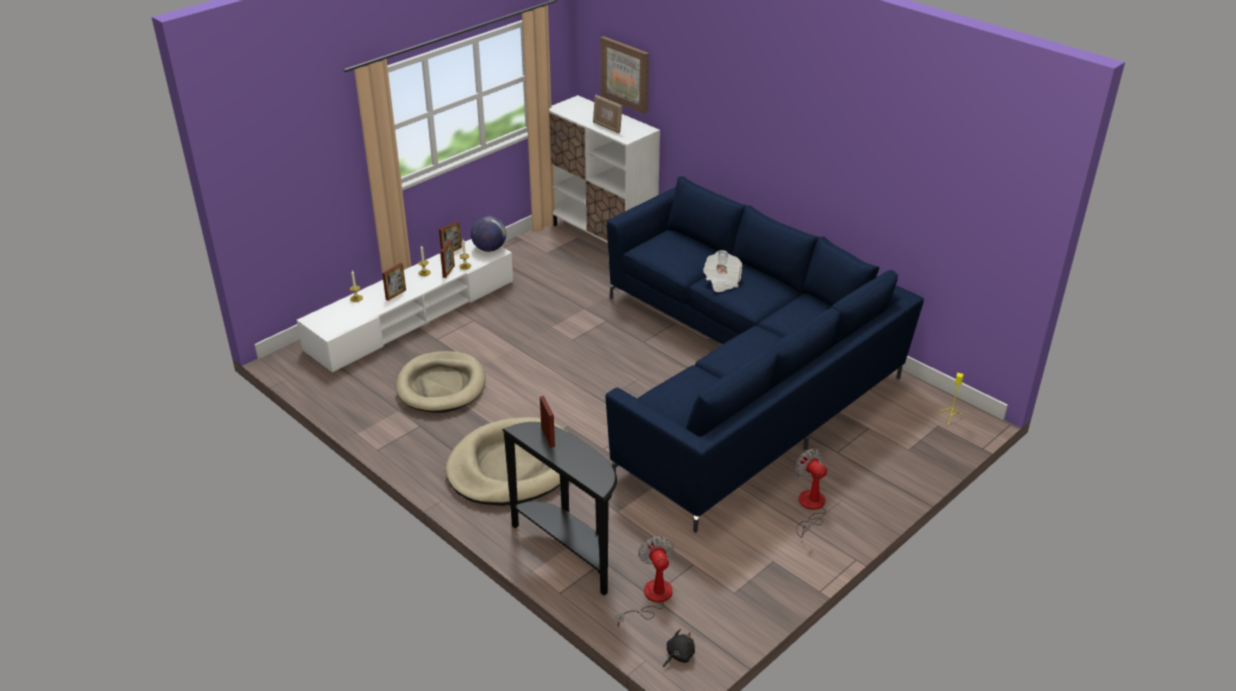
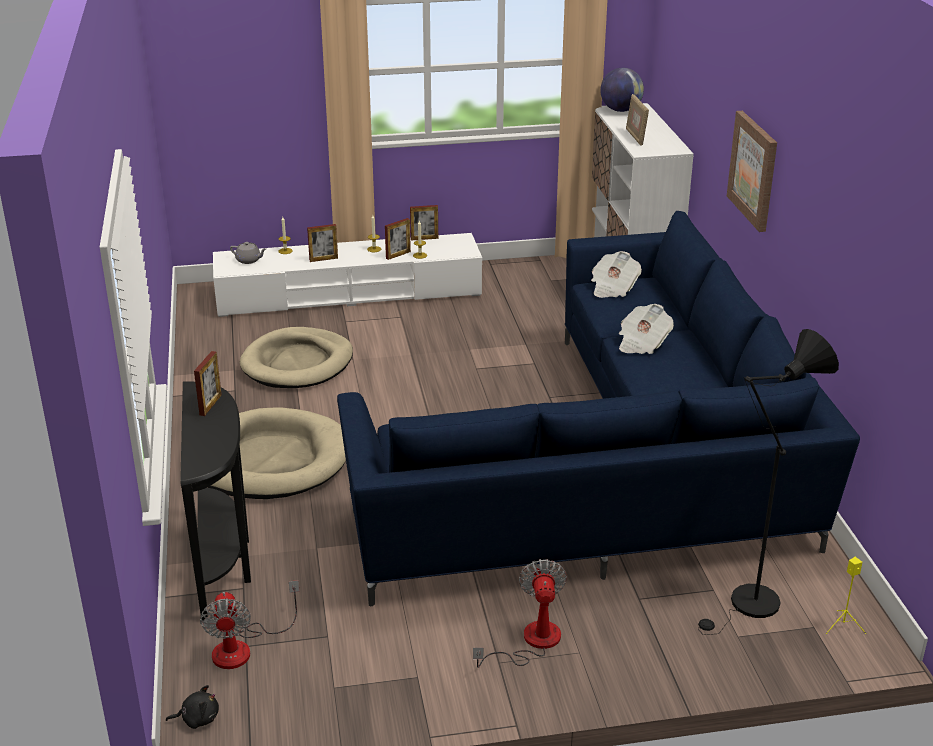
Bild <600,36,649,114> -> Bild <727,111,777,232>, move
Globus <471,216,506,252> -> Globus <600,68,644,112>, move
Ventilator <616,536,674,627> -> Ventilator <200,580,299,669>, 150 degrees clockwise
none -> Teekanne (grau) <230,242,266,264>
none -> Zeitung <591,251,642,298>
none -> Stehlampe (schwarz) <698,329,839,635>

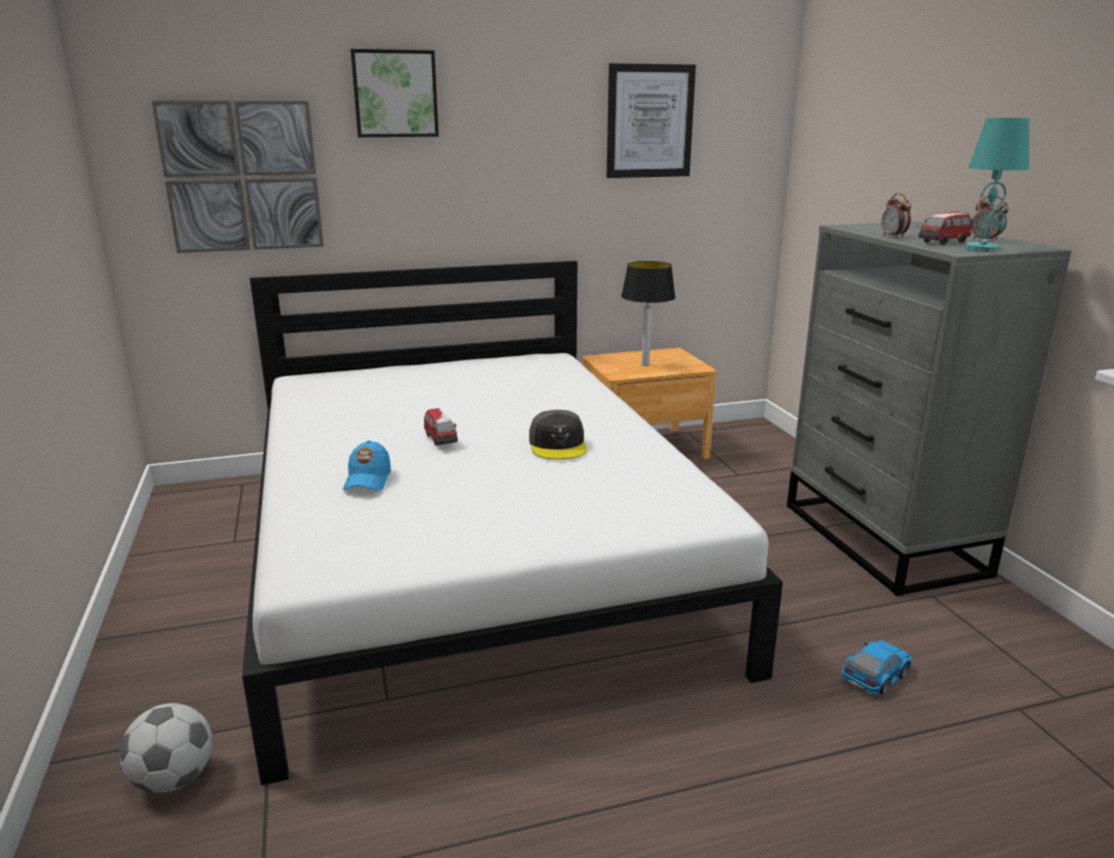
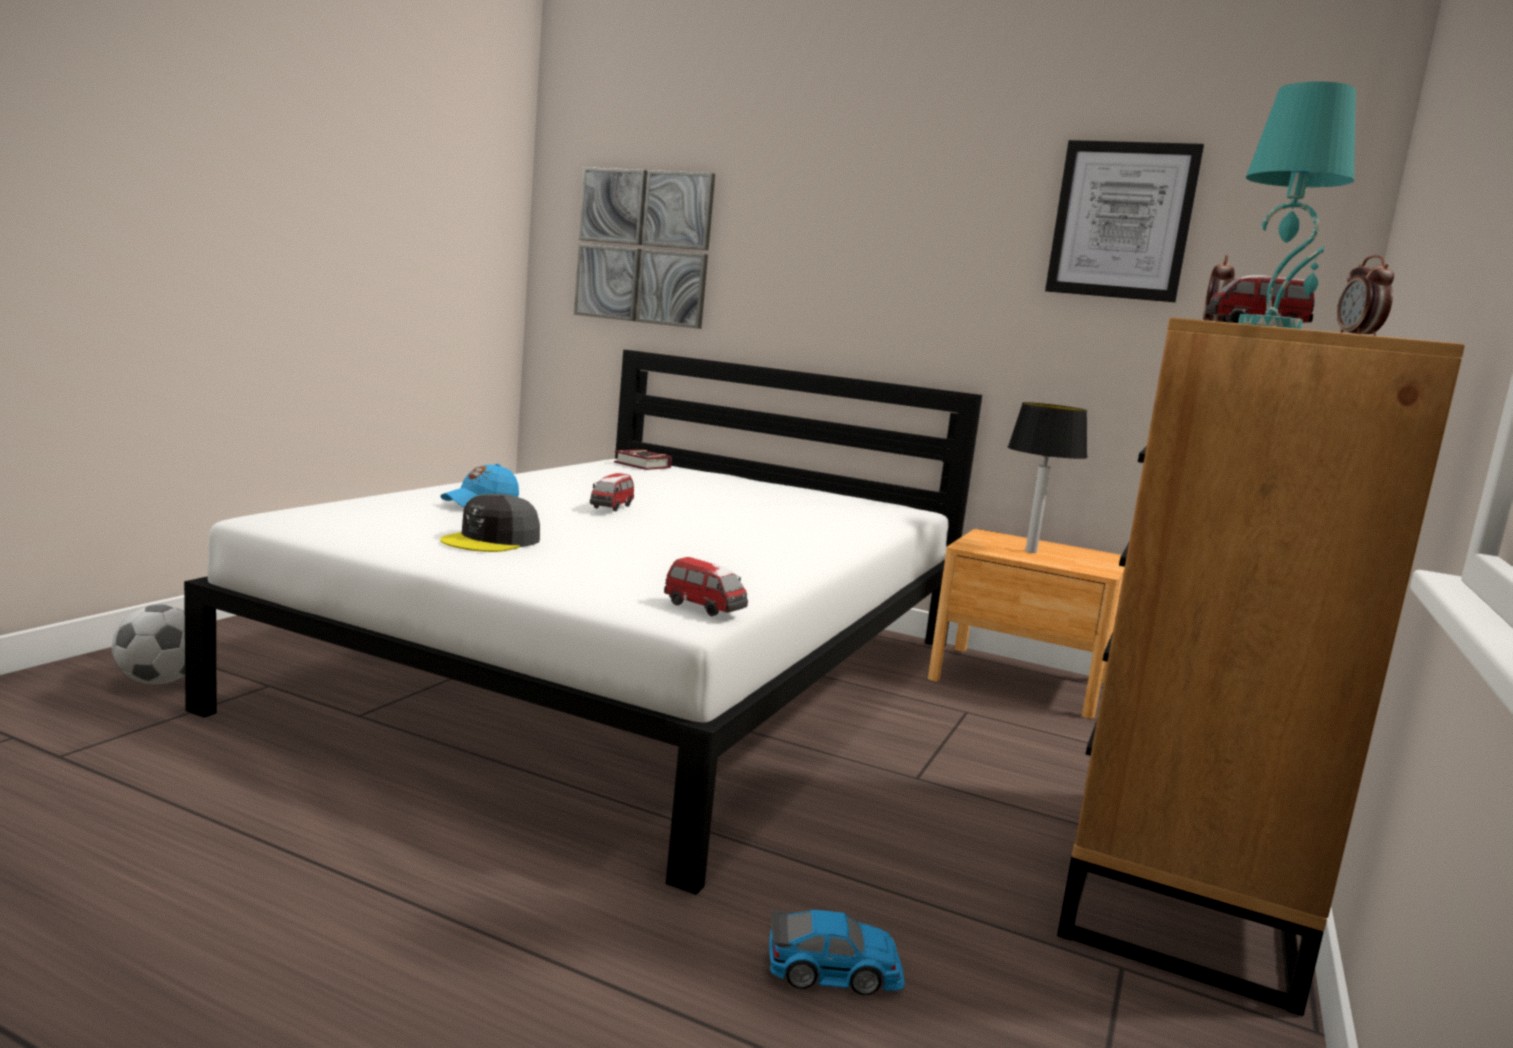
Bild <351,49,439,137> -> none
Kommode (grau) <787,221,1071,596> -> Kommode (braun) <1057,317,1465,1016>
Kappe (grau) <529,410,587,460> -> Kappe (grau) <440,494,540,552>, move
none -> Buch <614,449,672,470>
none -> Spielzeugauto <664,557,748,616>

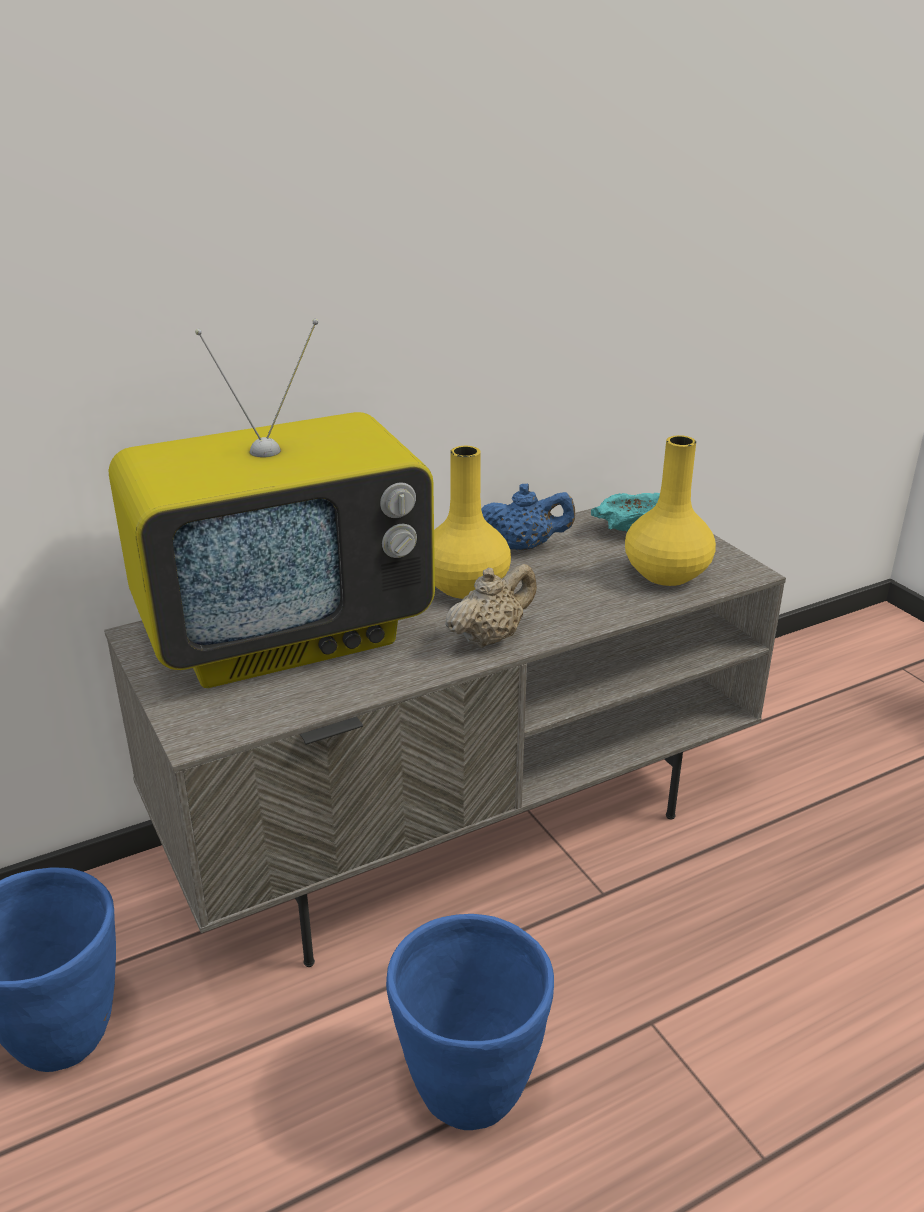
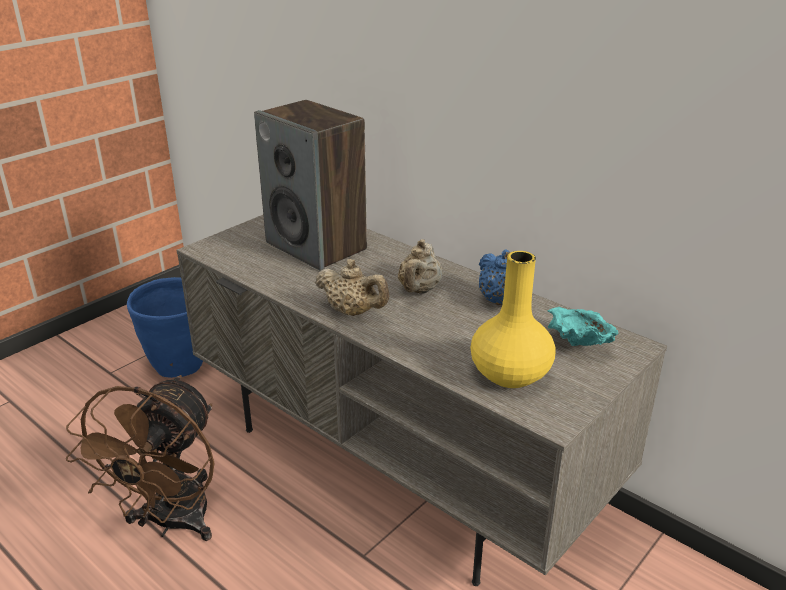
Fernseher <109,319,435,688> -> Lautsprecher <254,100,367,270>
Vase (gelb) <434,446,511,599> -> Teekanne (beige) <398,239,442,294>
Pflanzkübel (blau) <386,914,554,1130> -> Ventilator (braun) <66,375,215,541>

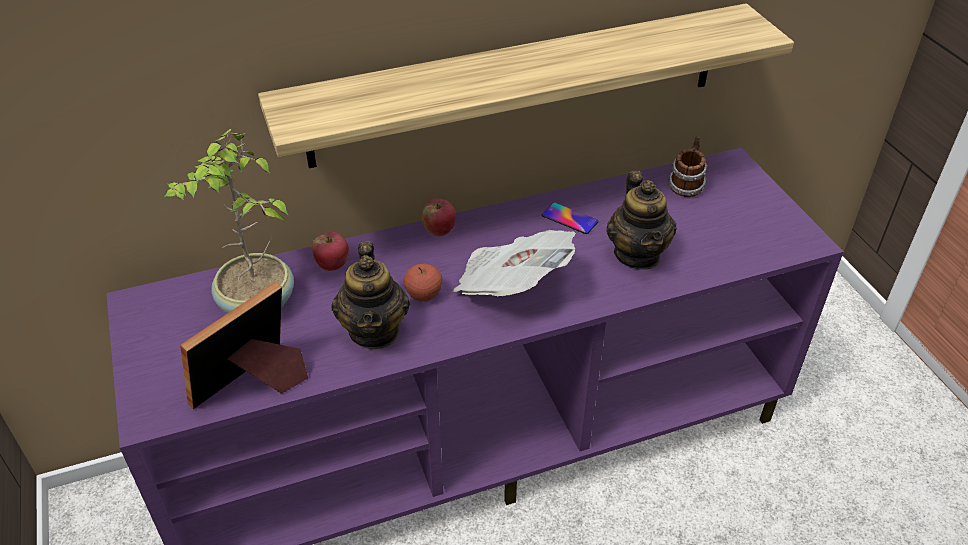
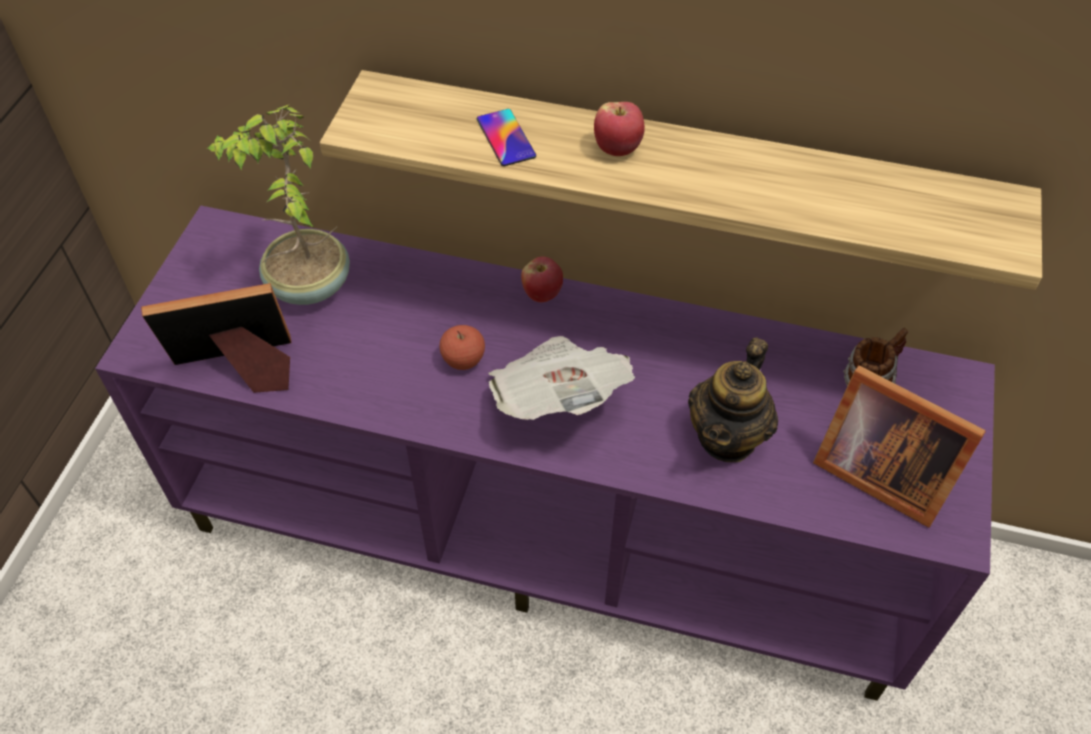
Handy <542,202,599,234> -> Handy <477,109,536,166>, move
Apfel <312,232,349,271> -> Apfel <594,102,645,156>, move
Teekanne <331,241,410,349> -> none
none -> Bilderrahmen <813,365,986,528>

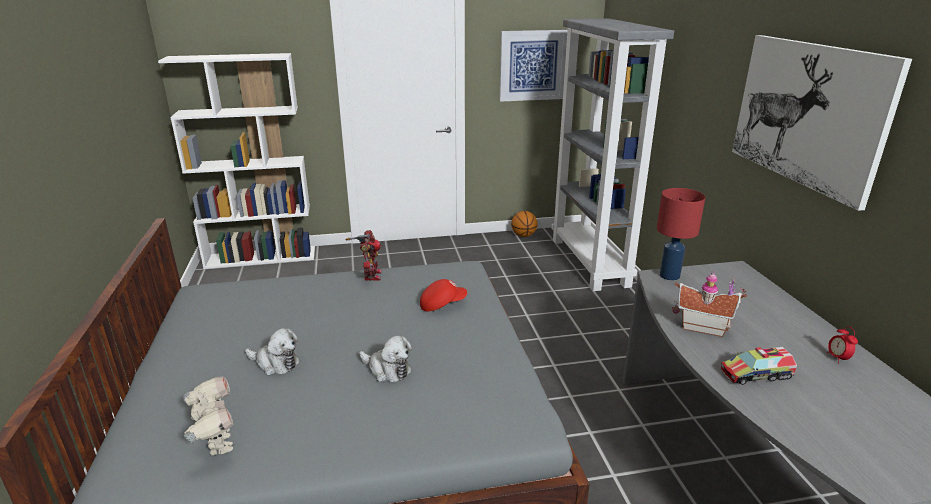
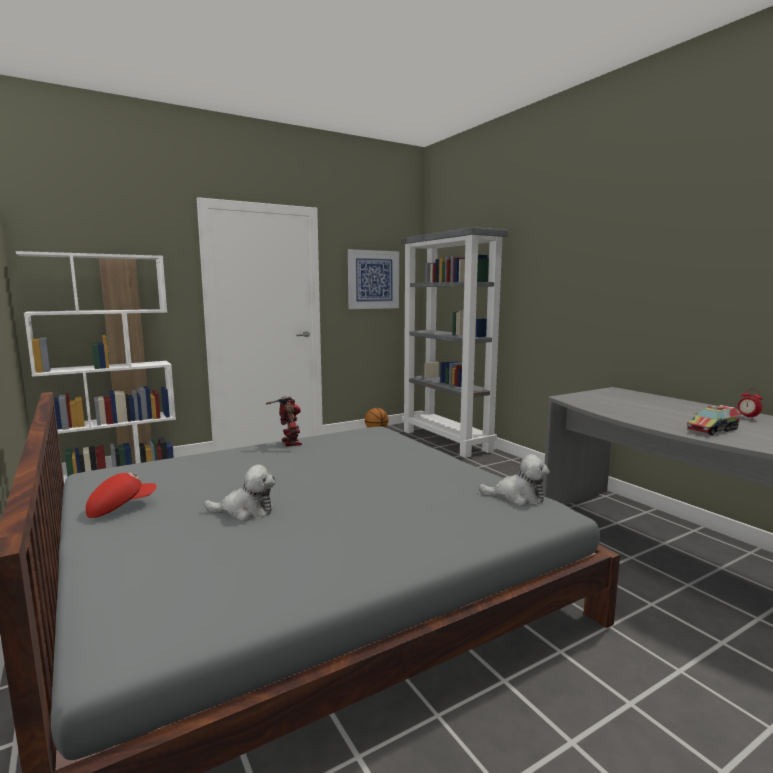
Bild <732,35,912,211> -> none
Tischlampe (rot) <657,188,705,281> -> none
Spielzeughaus <672,271,747,337> -> none
Kappe (rot) <420,279,467,311> -> Kappe (rot) <86,472,157,518>, move
Plüschtier <359,335,412,382> -> Plüschtier <479,454,550,506>, move
Spielzeugroboter <183,376,233,455> -> none

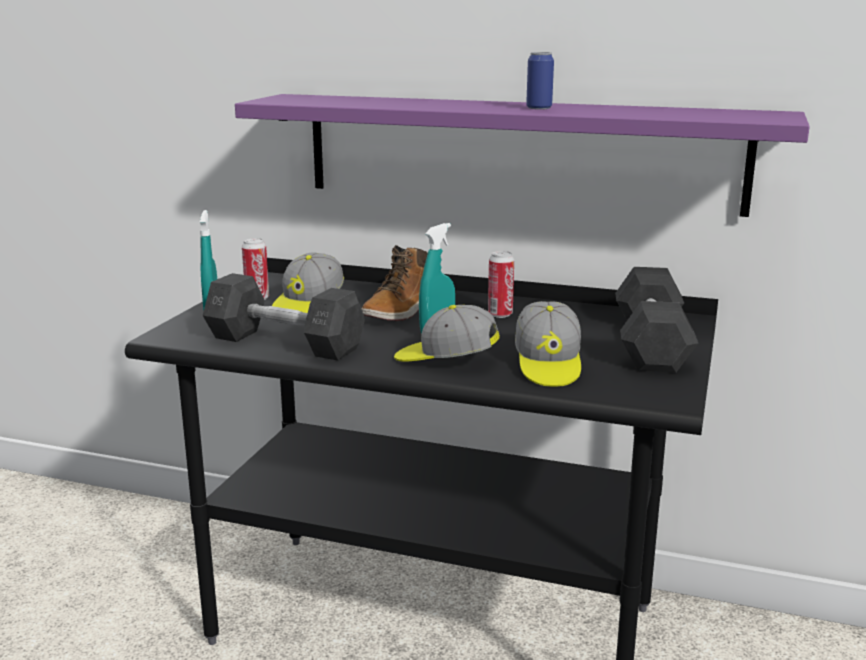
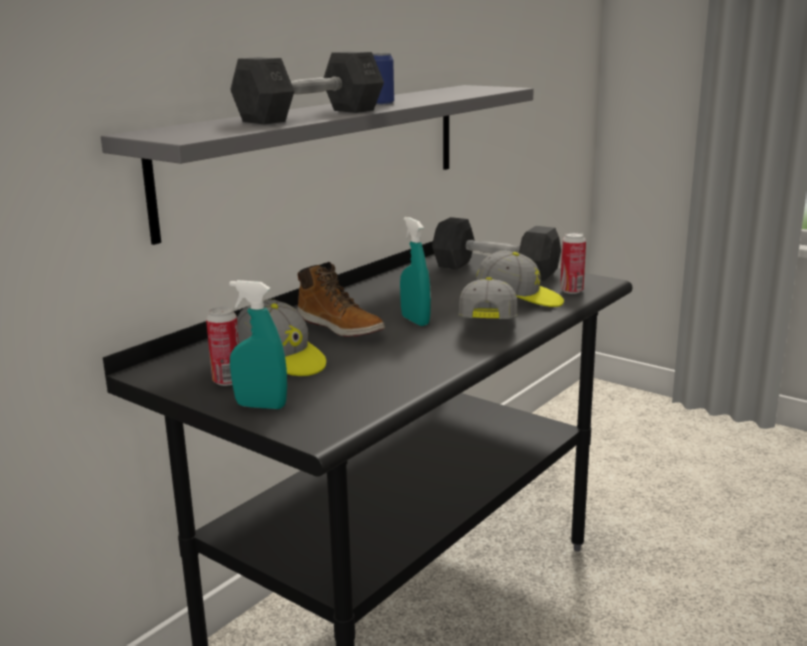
Wandregal (lila) <235,94,810,217> -> Wandregal (grau) <101,85,534,245>
Dose <488,251,514,318> -> Dose <560,232,586,294>, move
Hantel (grau) <203,273,365,361> -> Hantel (grau) <230,51,384,124>, move
Kappe <394,305,500,362> -> Kappe <458,277,517,319>, 150 degrees clockwise

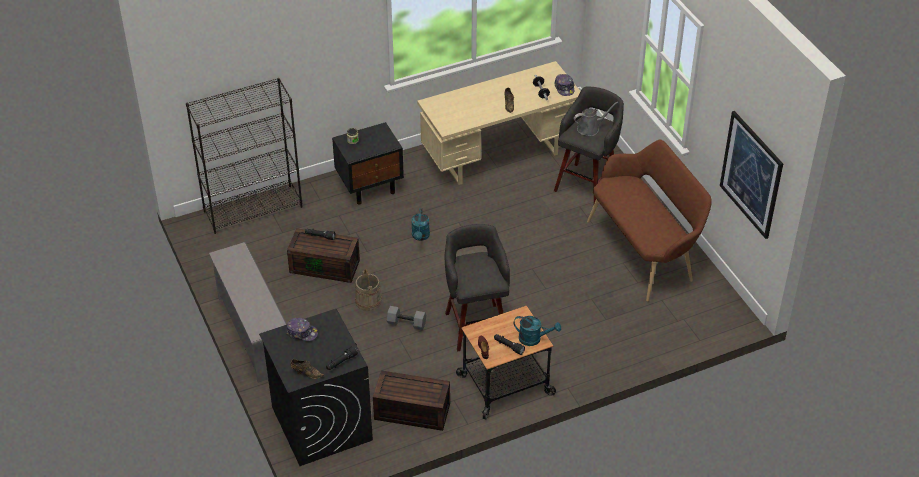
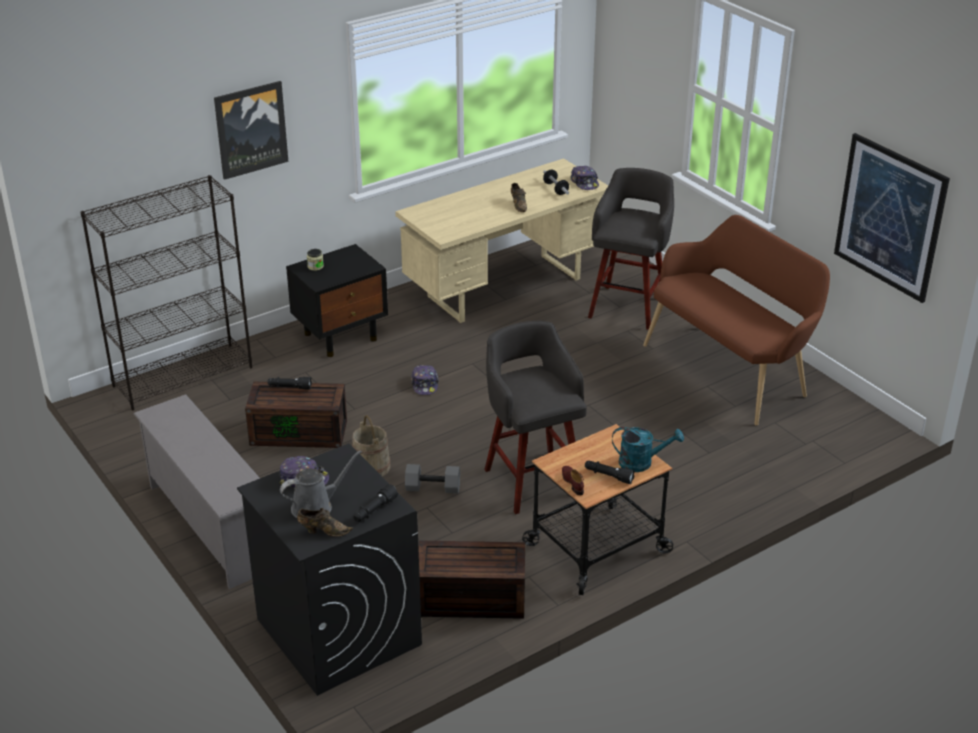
Gießkanne (grau) <574,102,618,136> -> Gießkanne (grau) <280,450,362,518>, move
Gießkanne (türkis) <411,208,430,241> -> Kappe <411,365,439,395>
none -> Bild <214,81,288,180>

